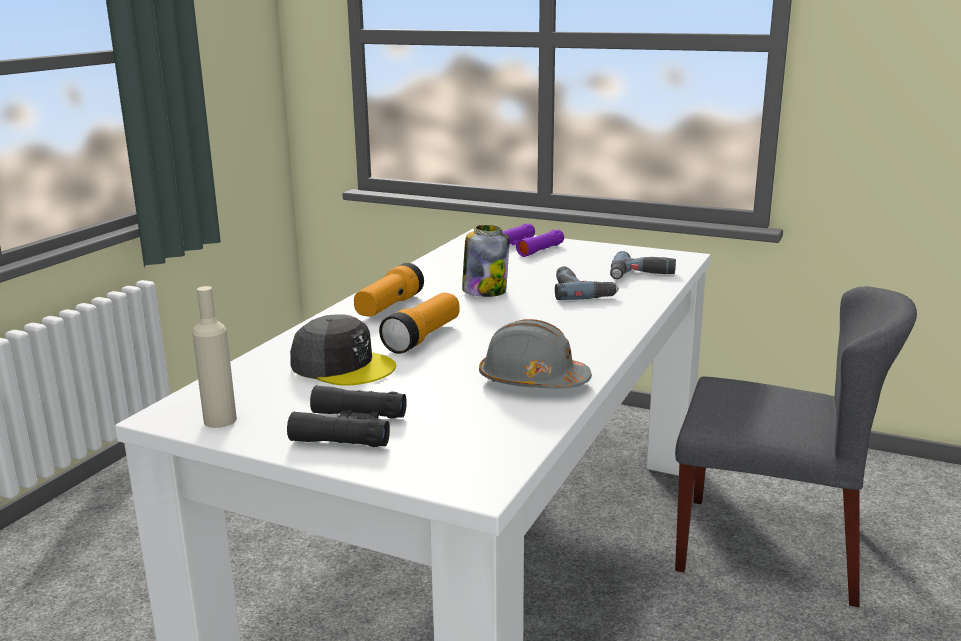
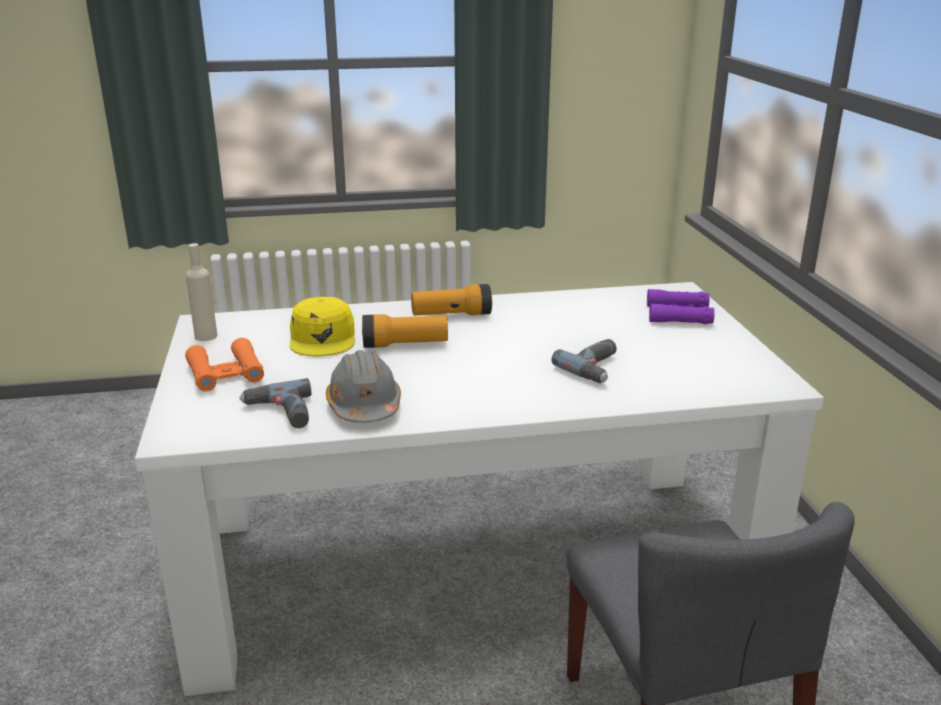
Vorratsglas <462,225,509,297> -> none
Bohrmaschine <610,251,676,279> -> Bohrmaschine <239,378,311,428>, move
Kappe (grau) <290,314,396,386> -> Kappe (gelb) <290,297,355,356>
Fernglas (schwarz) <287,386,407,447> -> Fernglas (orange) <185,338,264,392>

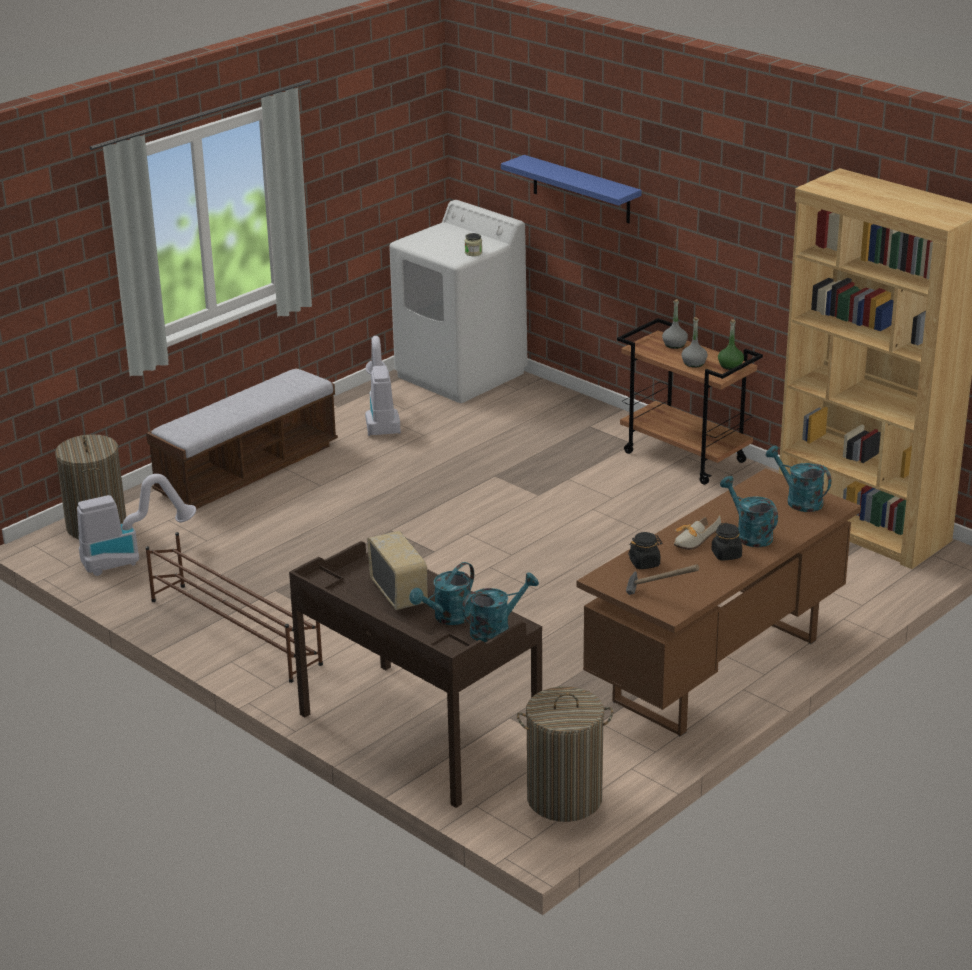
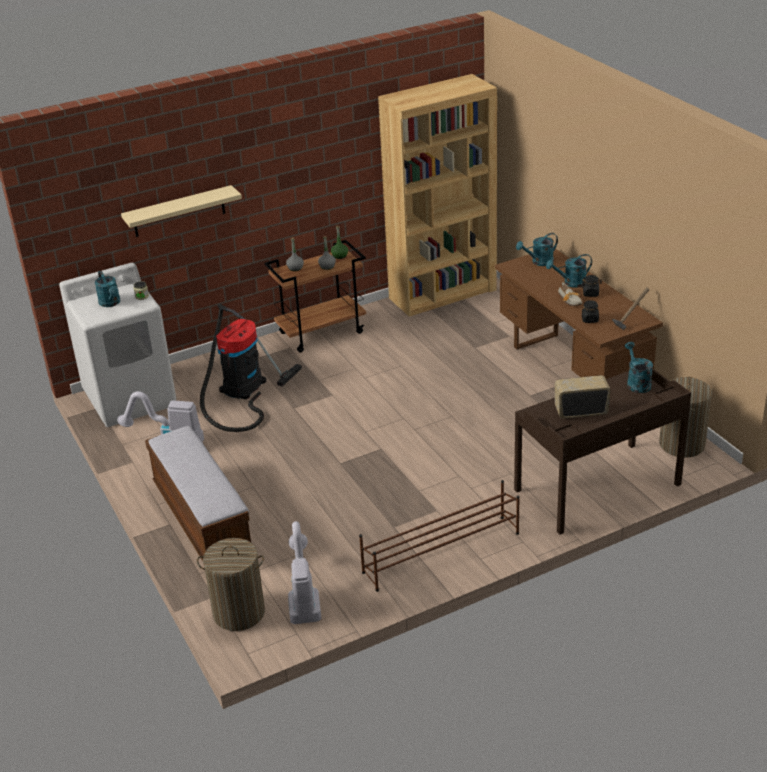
Wandregal (blau) <501,155,642,223> -> Wandregal (beige) <121,185,242,237>
Gießkanne (türkis) <409,562,474,625> -> Gießkanne (türkis) <95,270,120,307>, move
none -> Staubsauger <200,303,302,432>

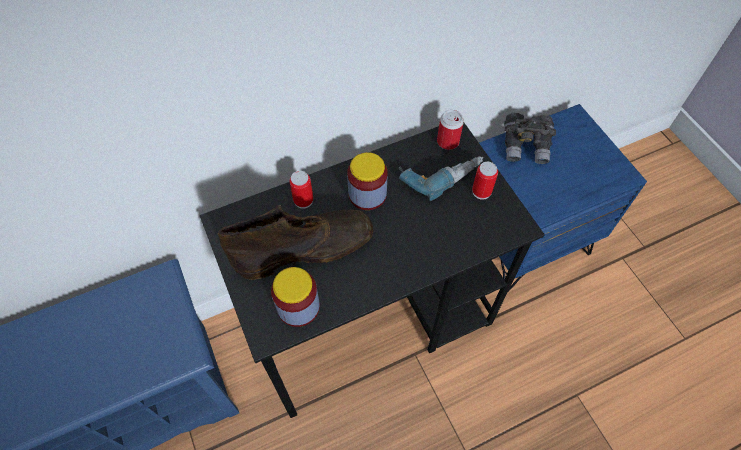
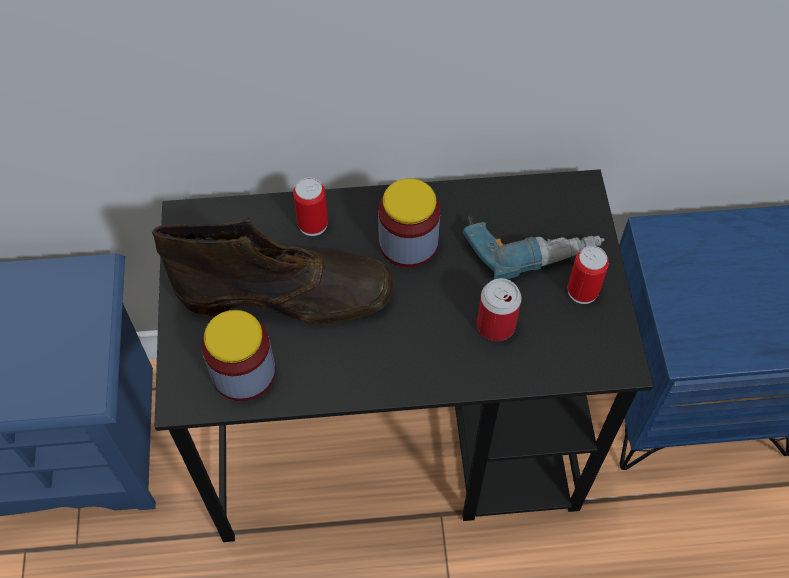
Dose <437,110,464,150> -> Dose <477,278,522,341>, move
Fernglas (grau) <504,113,556,164> -> none

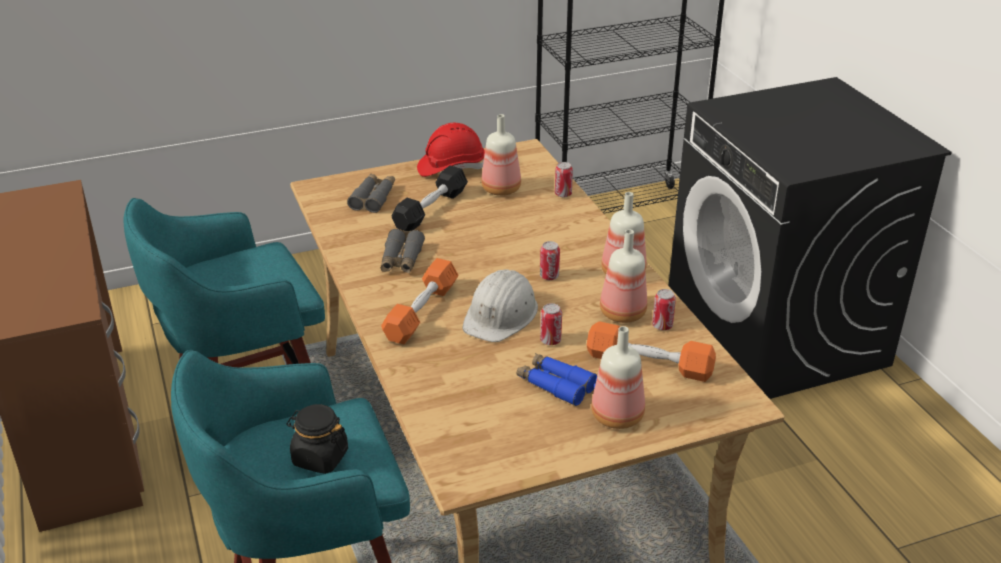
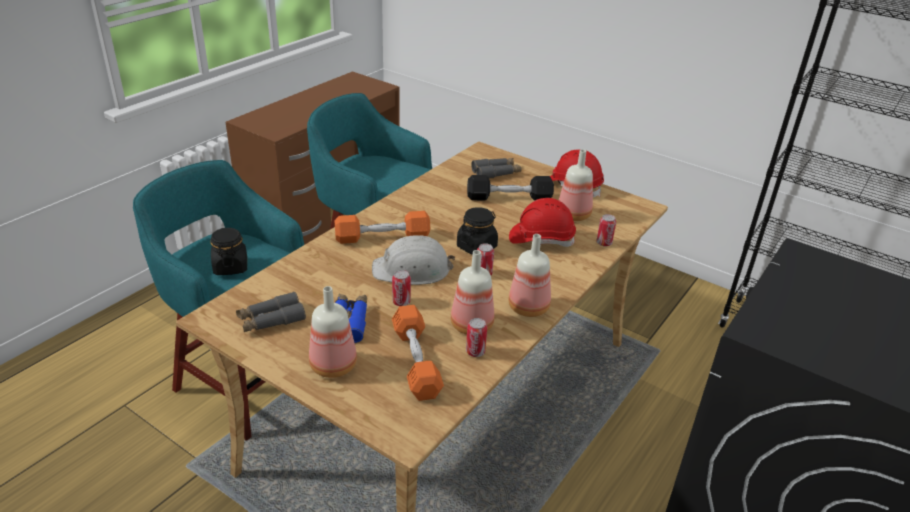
Fernglas (grau) <381,229,425,273> -> Fernglas (grau) <236,292,306,332>, move
none -> Schutzhelm (rot) <509,198,576,247>
none -> Vorratsglas (schwarz) <457,207,498,255>

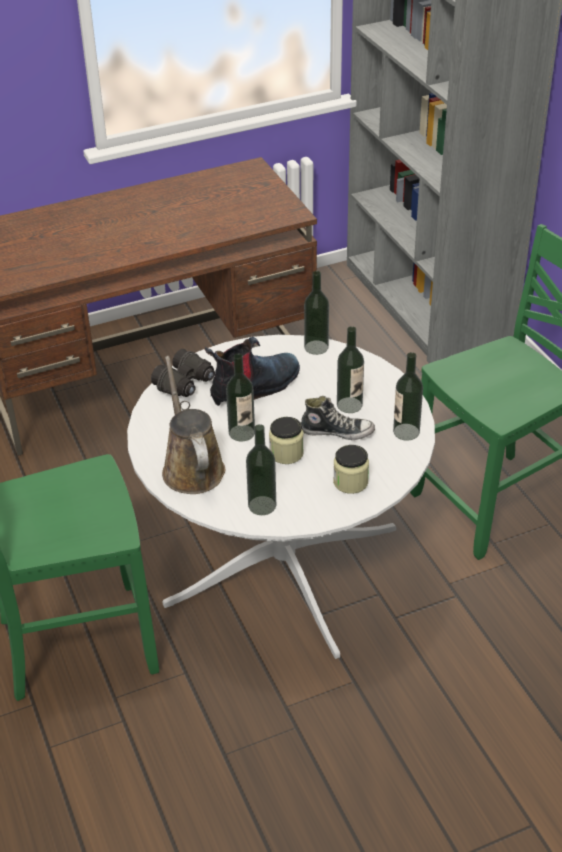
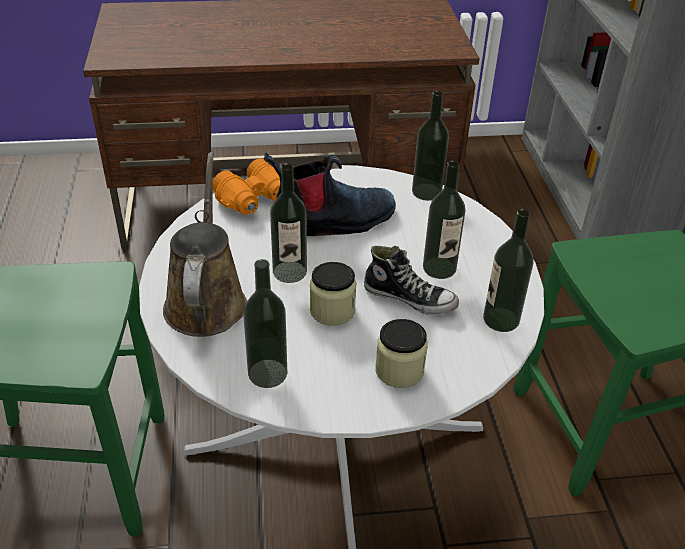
Fernglas (schwarz) <151,349,215,397> -> Fernglas (orange) <212,159,280,215>

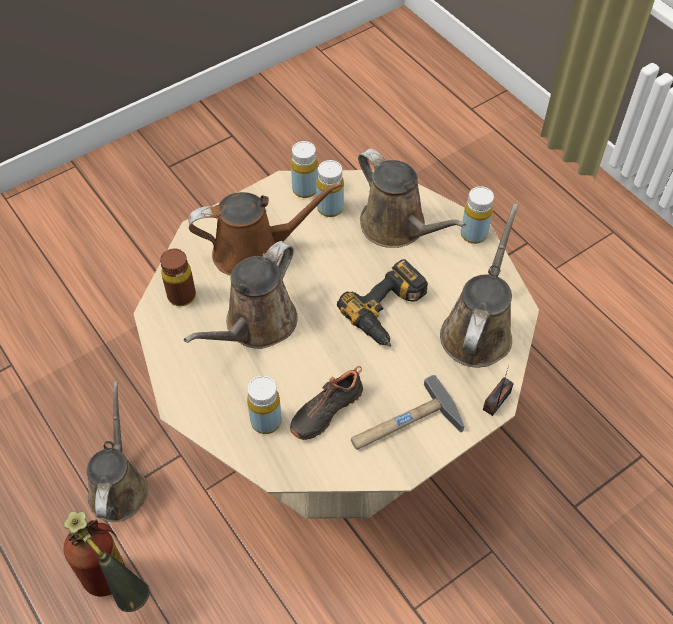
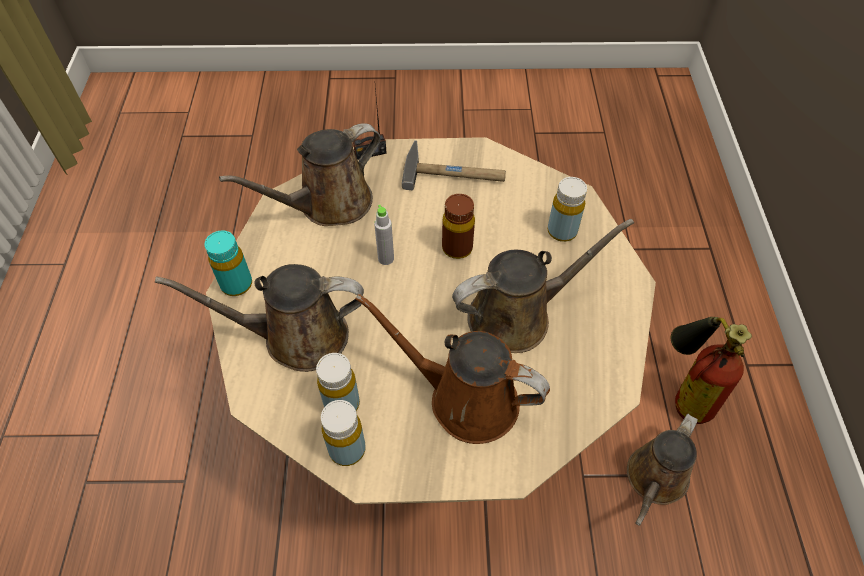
Gießkanne (braun) <358,148,466,248> -> Gießkanne (braun) <155,264,364,372>, 90 degrees counterclockwise
Flasche (gelb) <461,186,494,244> -> Flasche (türkis) <205,231,252,296>
Flasche (braun) <160,248,196,306> -> Flasche (braun) <442,194,475,259>, move
Bohrmaschine <337,259,428,347> -> Flasche (grau) <374,205,394,265>
Schuh (schwarz) <290,366,363,440> -> none

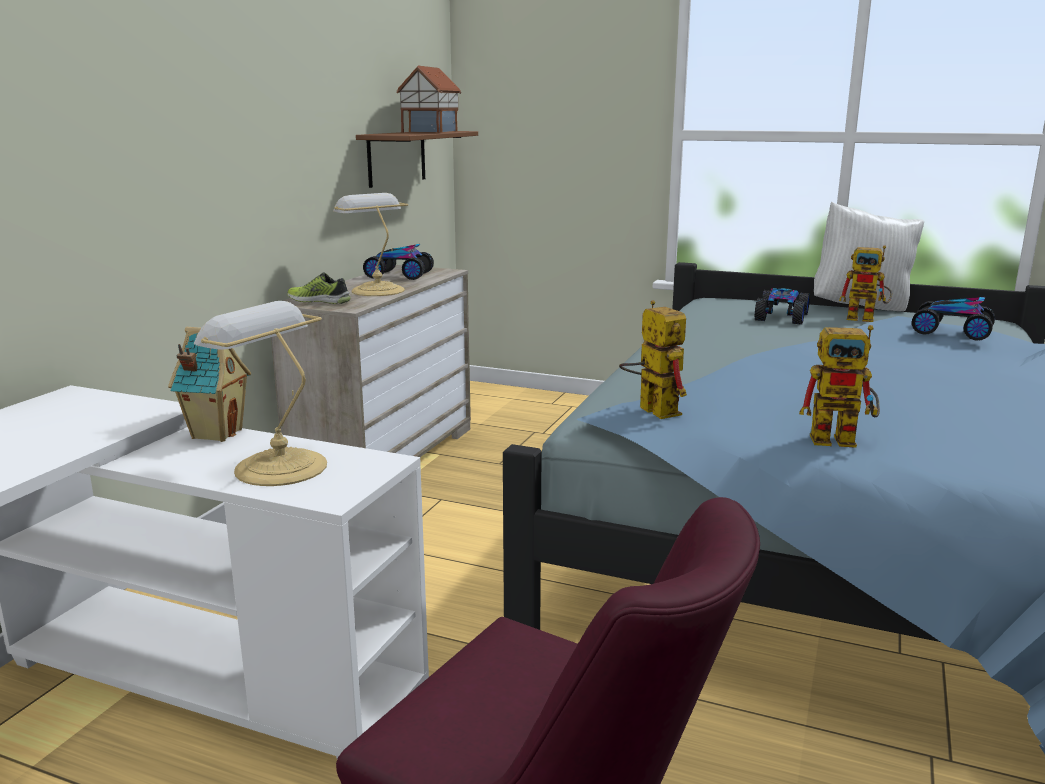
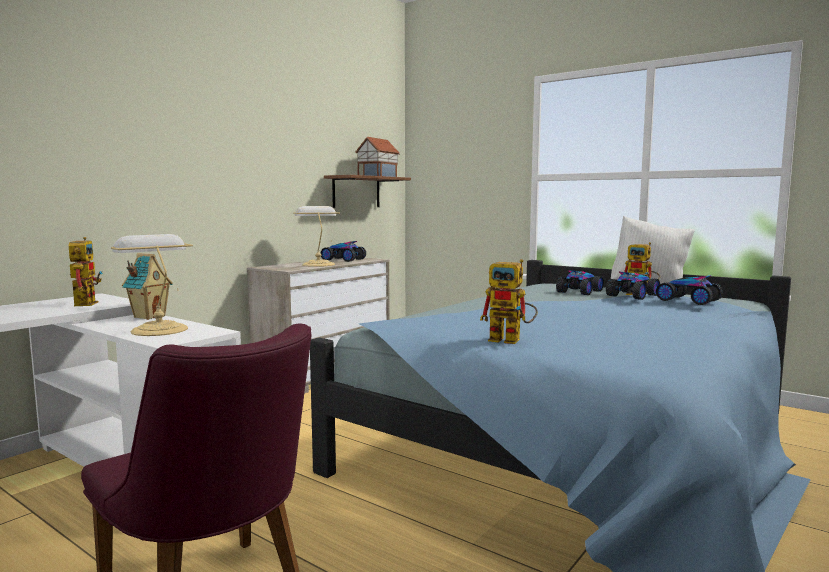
Schuh <288,272,351,304> -> none
Spielzeugroboter <619,300,687,419> -> Spielzeugroboter <69,237,103,306>, move
none -> Spielzeugauto <606,272,660,300>

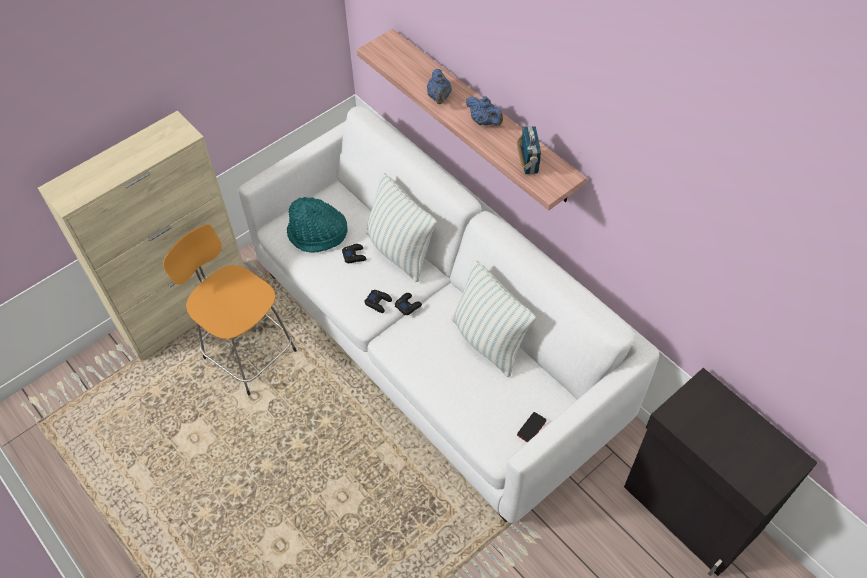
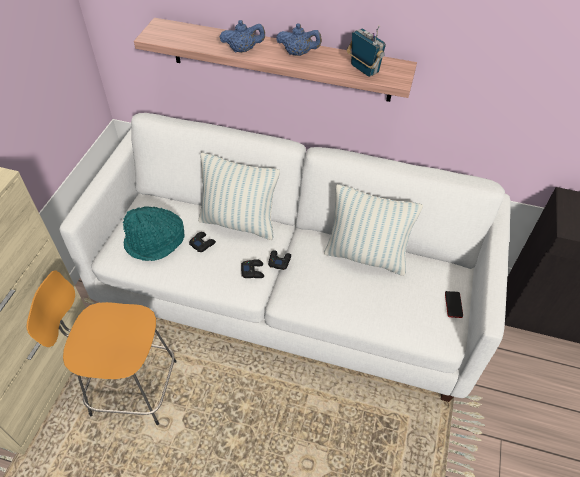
Teekanne (blau) <427,69,452,104> -> Teekanne (blau) <219,20,265,53>, 60 degrees counterclockwise

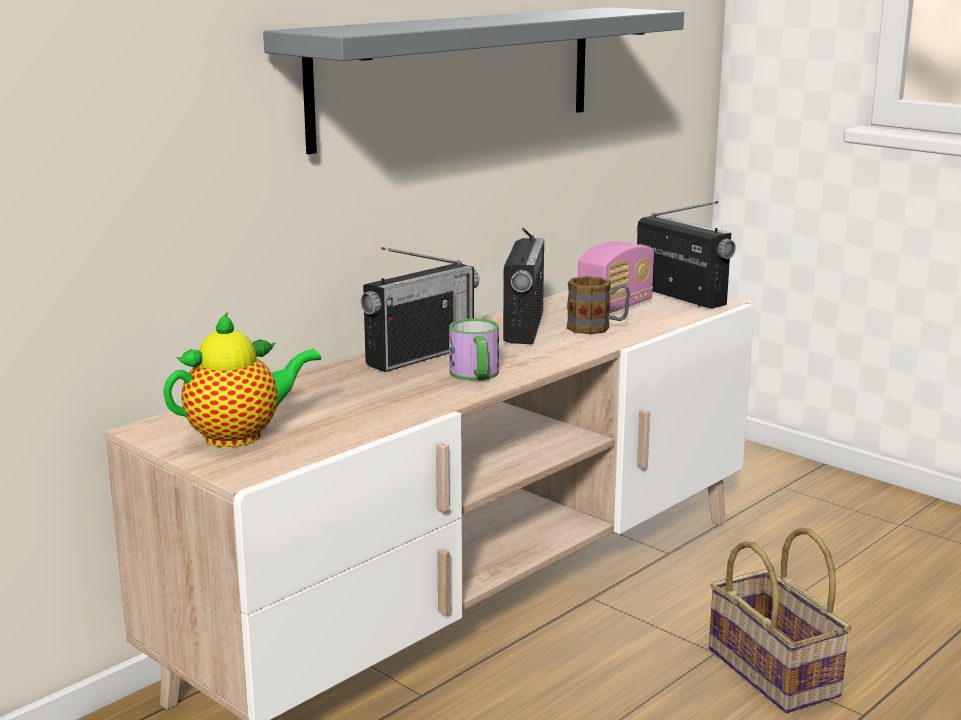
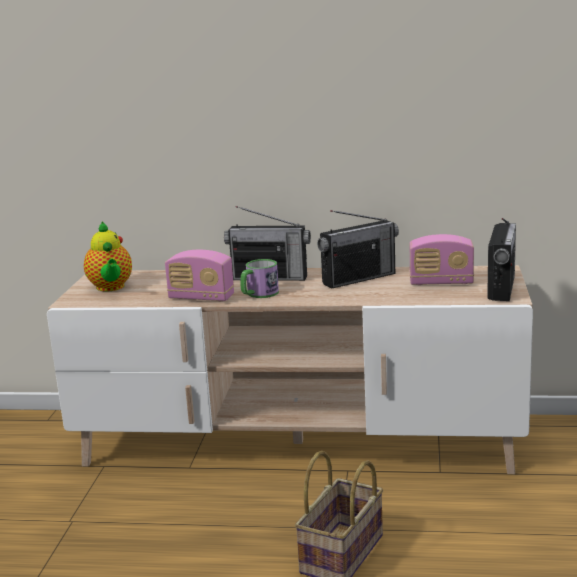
Wandregal (grau) <263,7,684,154> -> none
Henkelbecher <567,276,630,334> -> none
Teekanne <163,312,321,447> -> Teekanne <84,221,132,291>, 45 degrees clockwise
none -> Radio <165,250,234,301>

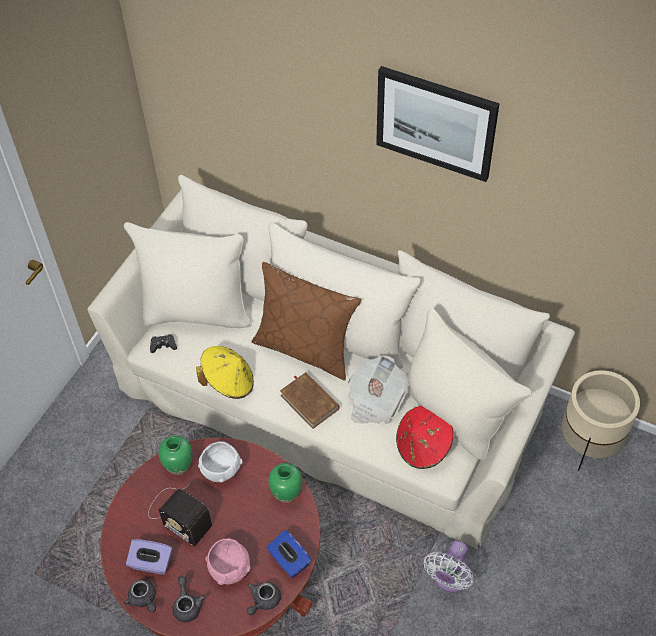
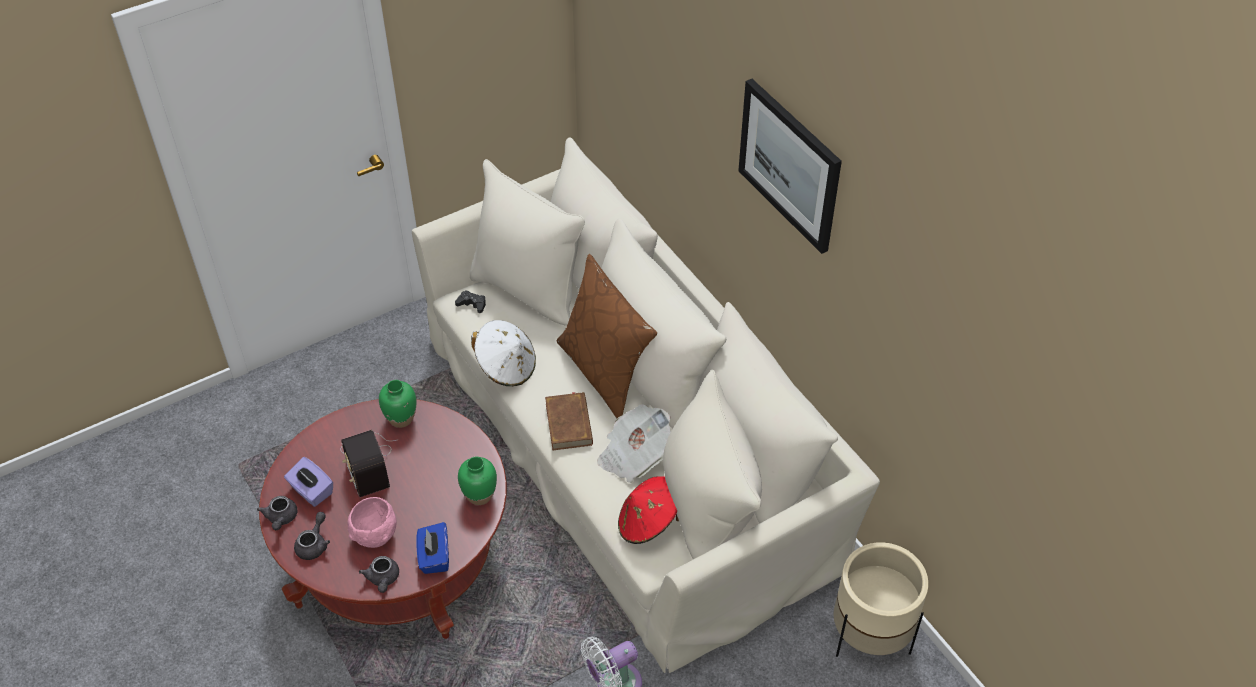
Hut (gelb) <196,346,254,399> -> Hut (weiß) <471,320,536,386>
Schüssel (weiß) <198,441,242,482> -> none
Teekanne (grau) <247,582,281,615> -> Teekanne (grau) <359,556,399,593>, 75 degrees counterclockwise

